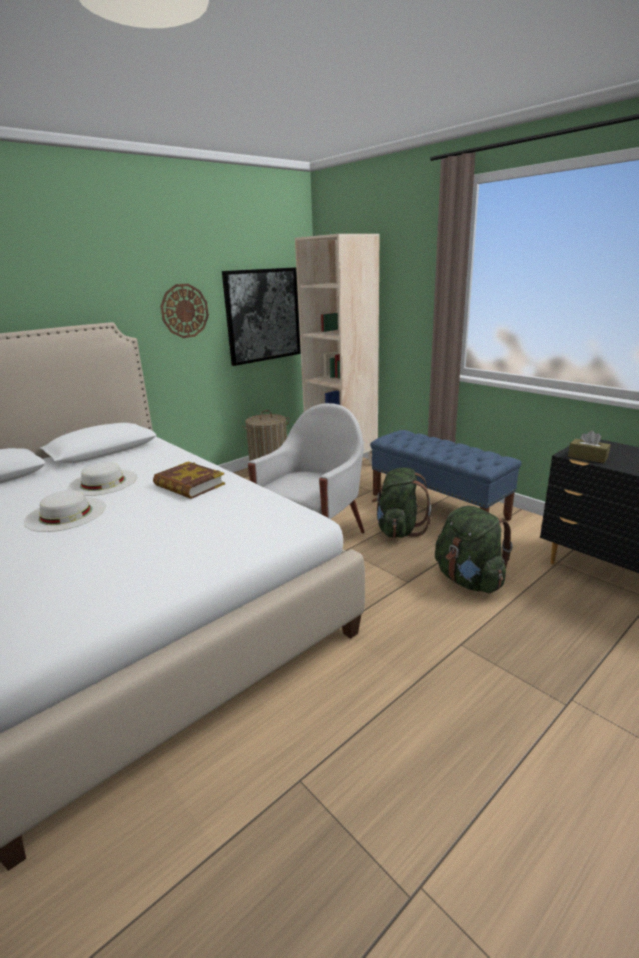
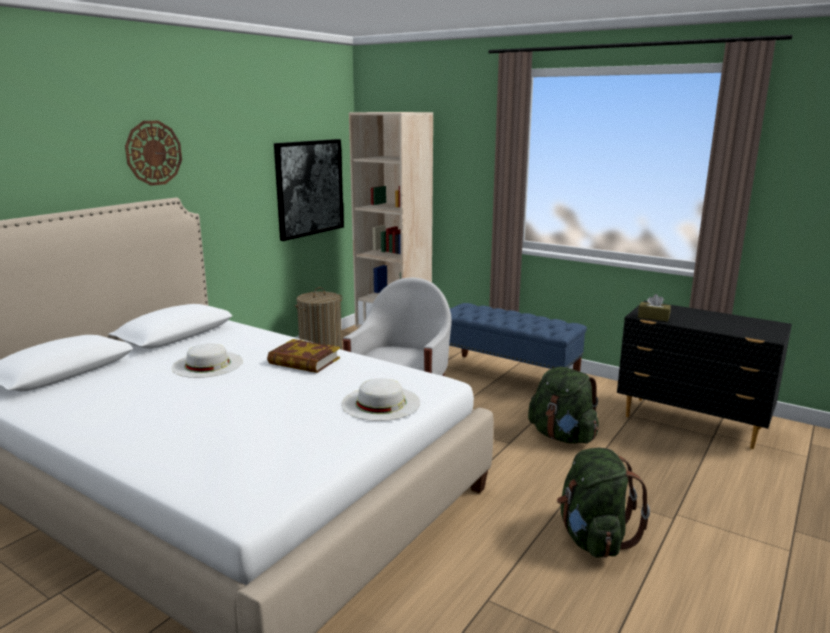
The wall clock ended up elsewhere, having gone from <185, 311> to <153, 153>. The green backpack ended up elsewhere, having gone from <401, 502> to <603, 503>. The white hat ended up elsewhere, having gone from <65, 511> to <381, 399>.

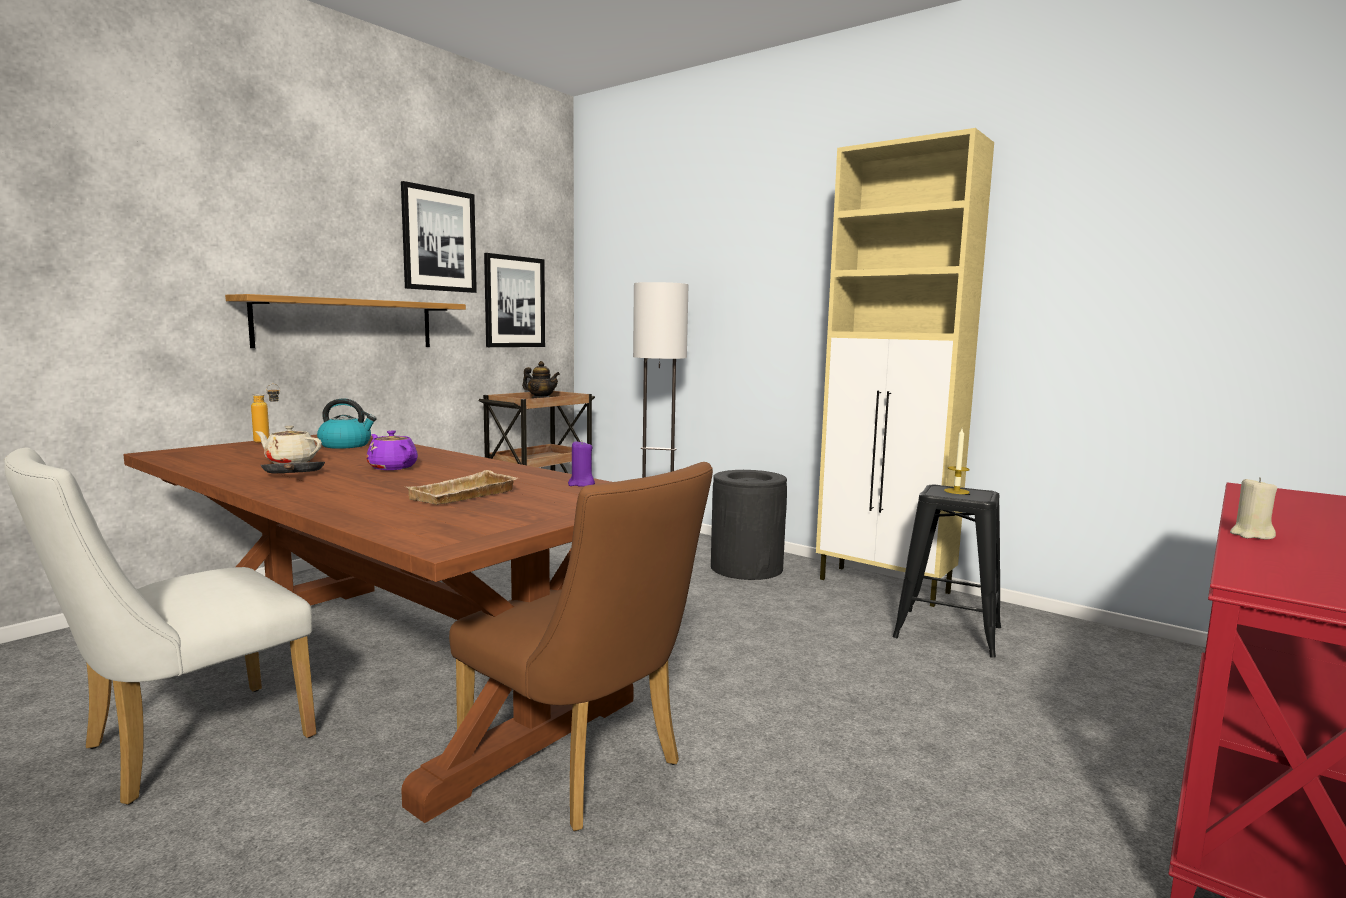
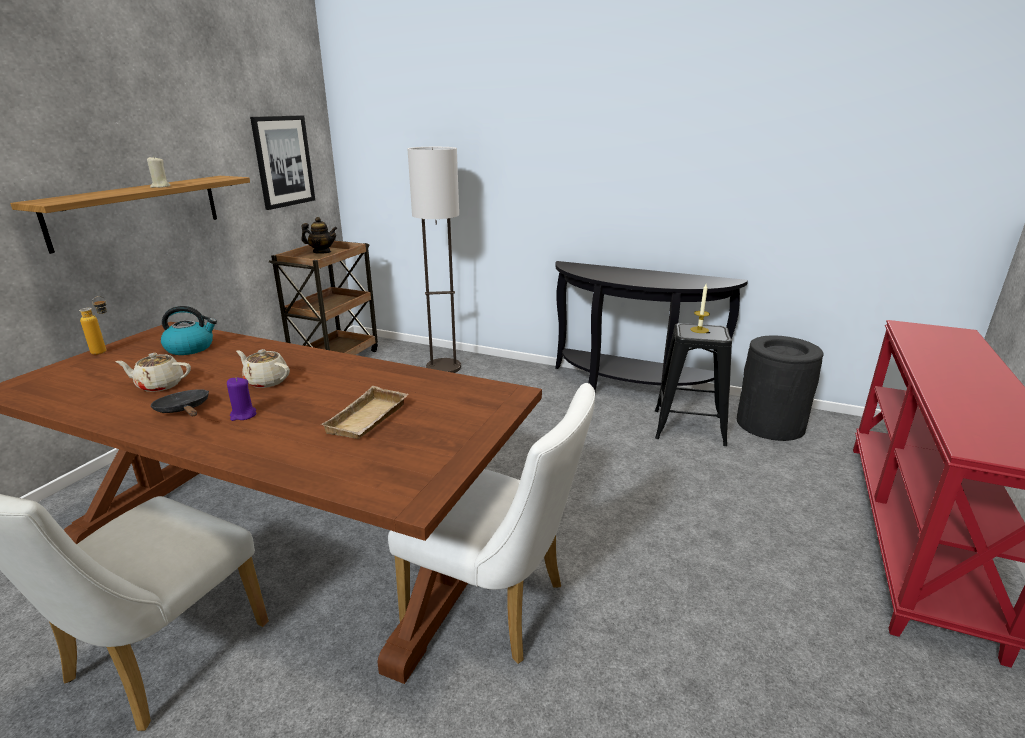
Where the beige cabinet stood at <905, 367>, the black console table came to stand at <651, 334>. The second view lost the picture at <439, 237>. What was the purple teapot at <392, 450> turned into the beige teapot at <263, 368>. The purple candle ended up elsewhere, having gone from <581, 463> to <241, 399>. What was the brown chair at <581, 646> turned into the white chair at <491, 523>. The black trash can ended up elsewhere, having gone from <749, 525> to <780, 388>. The beige candle ended up elsewhere, having gone from <1253, 508> to <158, 172>.

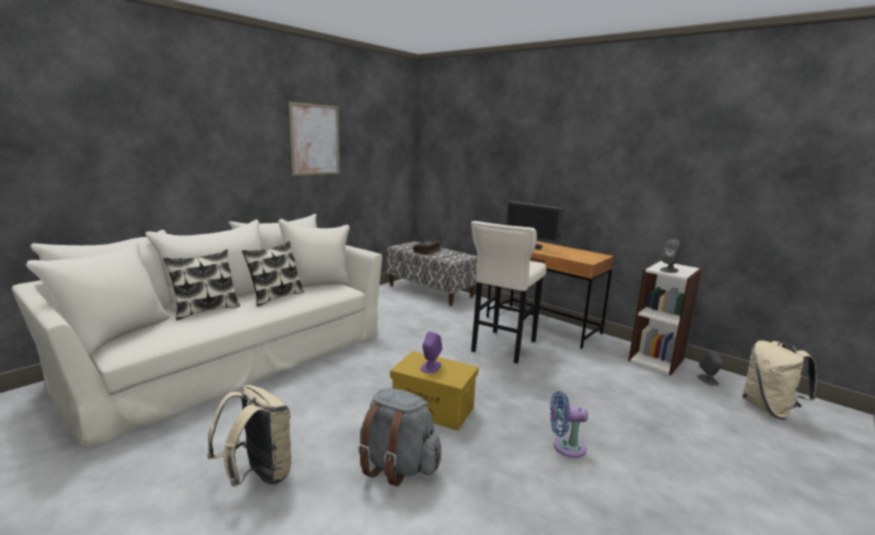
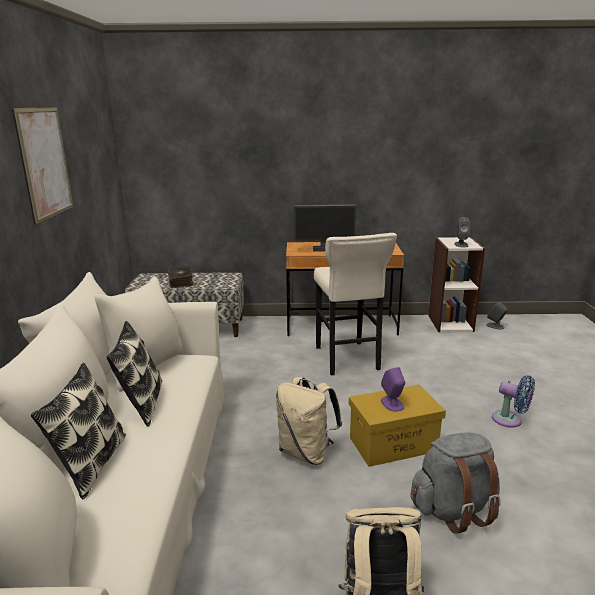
The beige backpack ended up elsewhere, having gone from <779, 380> to <309, 421>. The blue fan at <569, 424> ended up facing another way, 105 degrees counterclockwise from before.

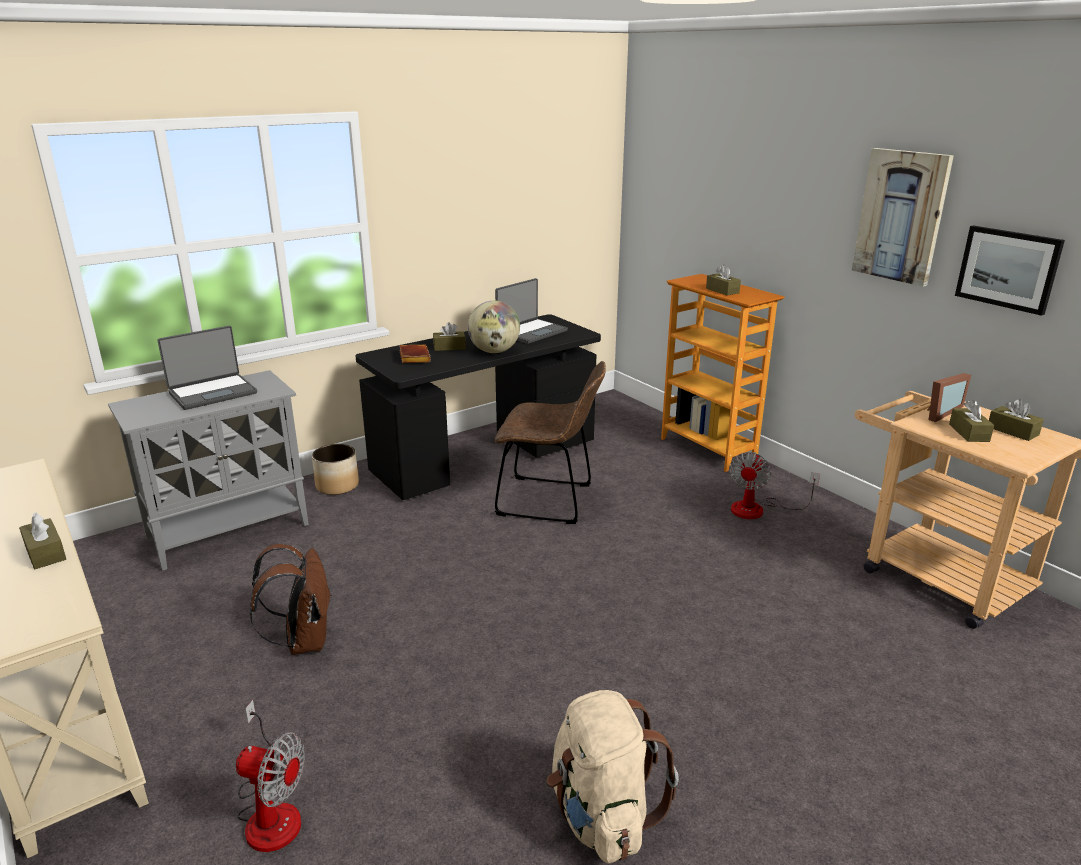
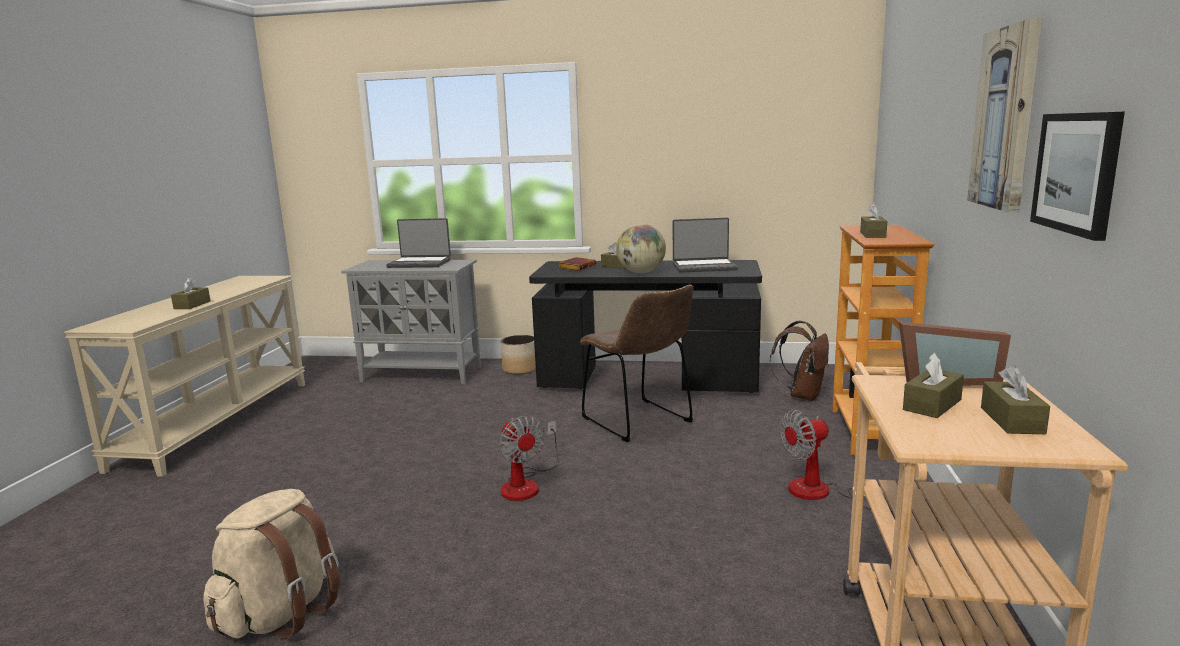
The brown backpack ended up elsewhere, having gone from <290, 599> to <799, 361>. The fan ended up elsewhere, having gone from <270, 776> to <529, 458>.

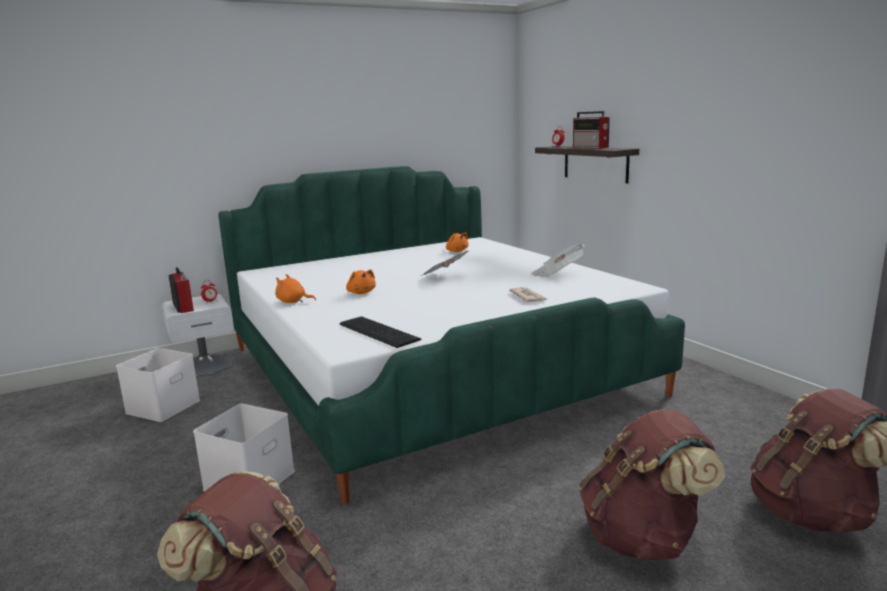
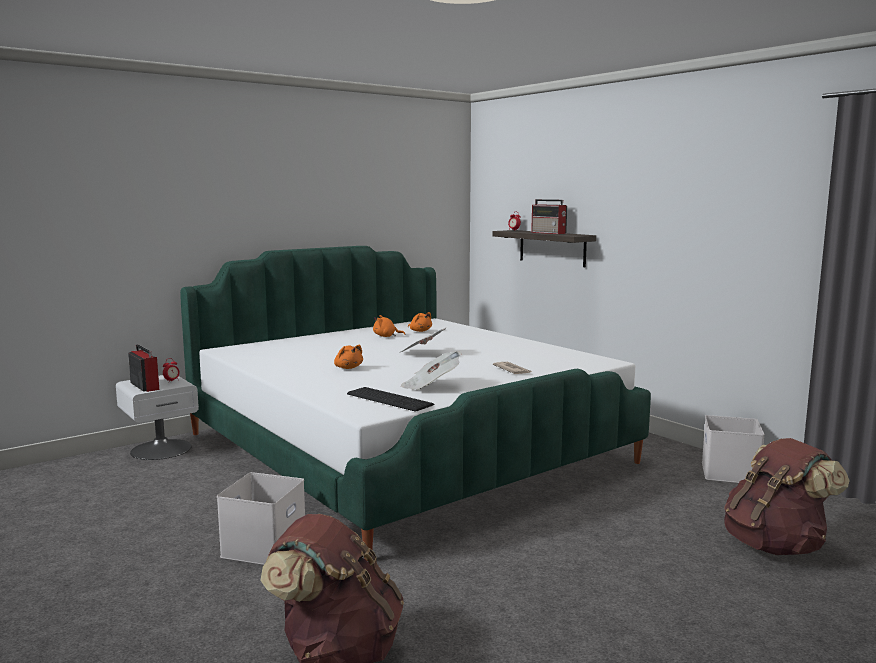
The newspaper ended up elsewhere, having gone from <558, 260> to <431, 370>. The orange plush toy ended up elsewhere, having gone from <295, 288> to <389, 326>. The white storage box ended up elsewhere, having gone from <158, 385> to <733, 449>. The second view lost the brown backpack at <652, 485>.

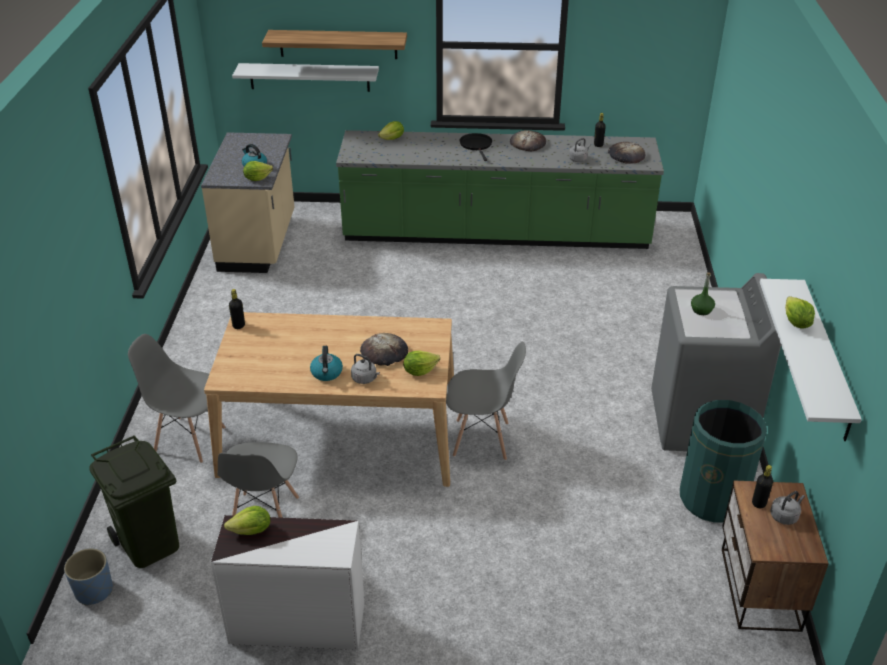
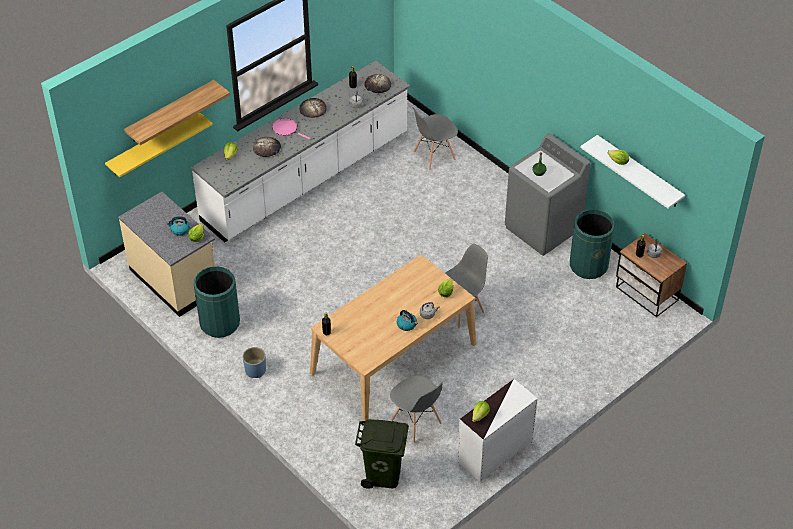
What was the white shelf at <305, 77> turned into the yellow shelf at <159, 144>. What was the green counter at <500, 189> turned into the white counter at <300, 151>. What was the black frying pan at <476, 147> turned into the pink frying pan at <291, 129>. The bread ended up elsewhere, having gone from <384, 349> to <267, 147>. The grey chair ended up elsewhere, having gone from <177, 398> to <435, 139>. The blue planter ended up elsewhere, having gone from <88, 577> to <254, 362>. The second view gained the green trash can at <217, 302>.

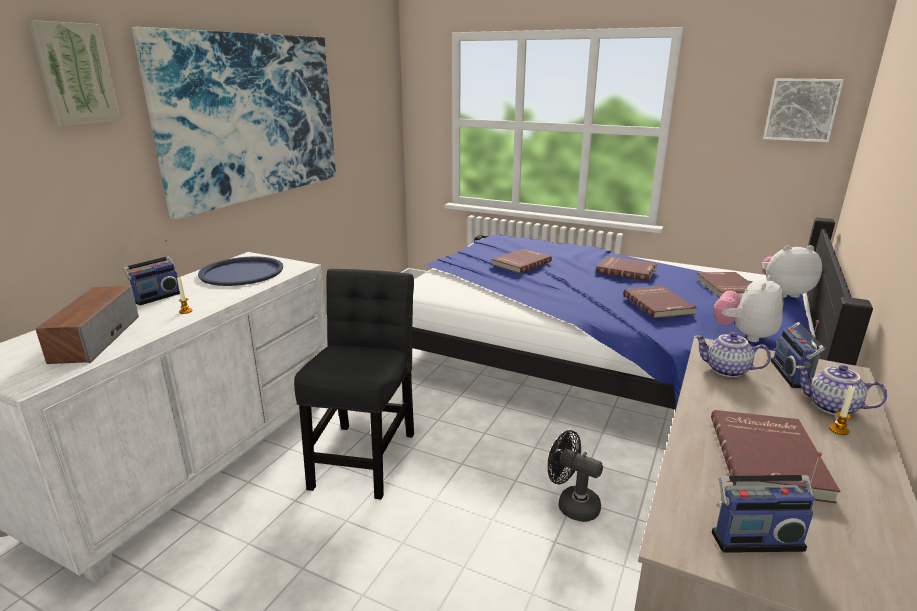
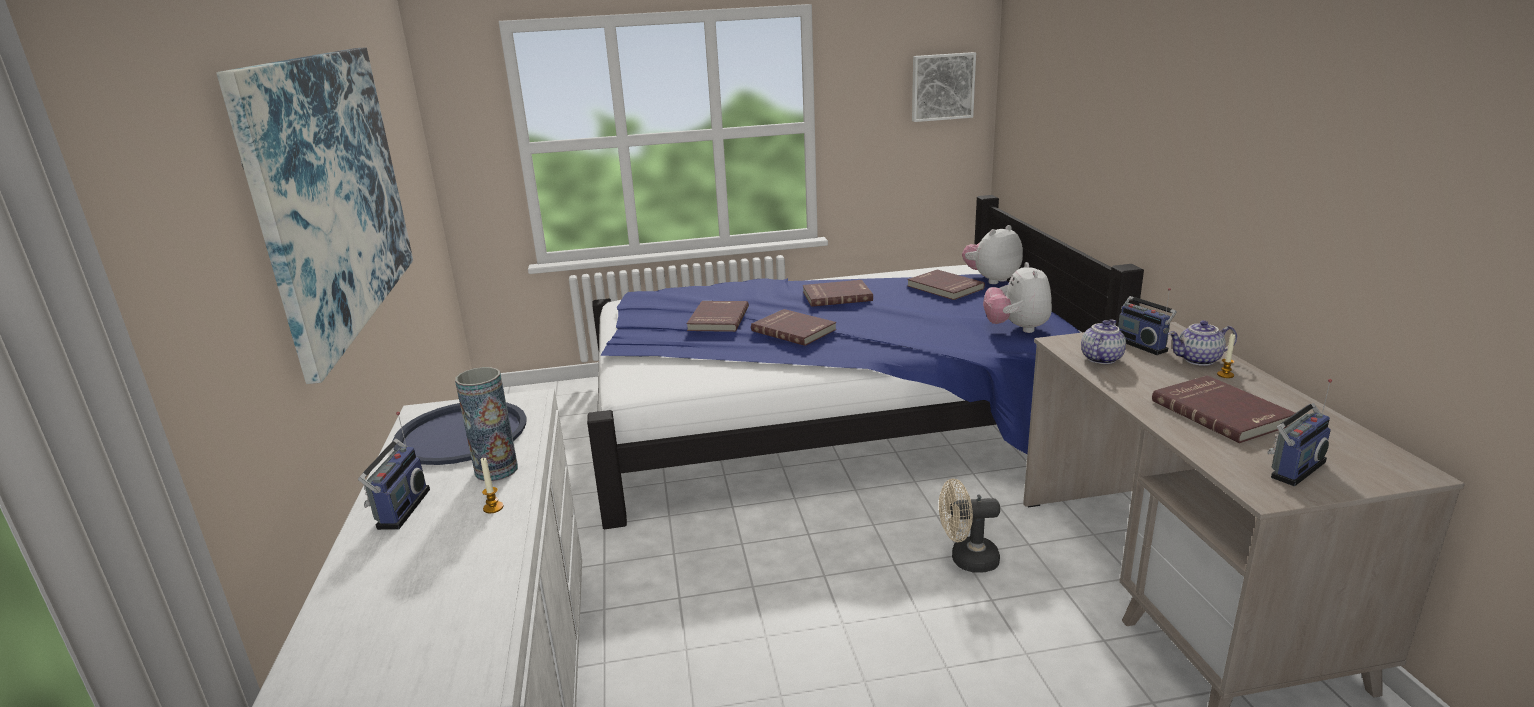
The second view lost the picture at <74, 73>. The second view lost the black chair at <354, 384>. The second view lost the speaker at <87, 324>. The red book ended up elsewhere, having gone from <660, 302> to <794, 327>. The teapot at <732, 354> ended up facing another way, 135 degrees clockwise from before. What was the black fan at <575, 476> turned into the beige fan at <969, 526>. The second view gained the vase at <486, 424>.

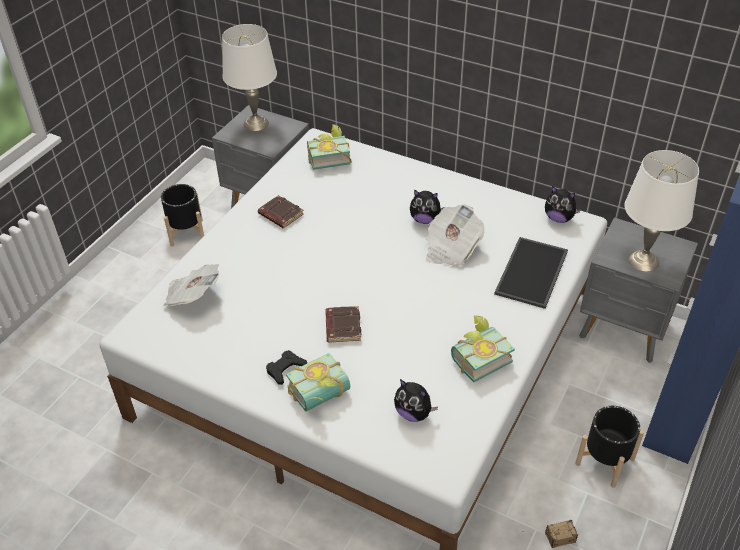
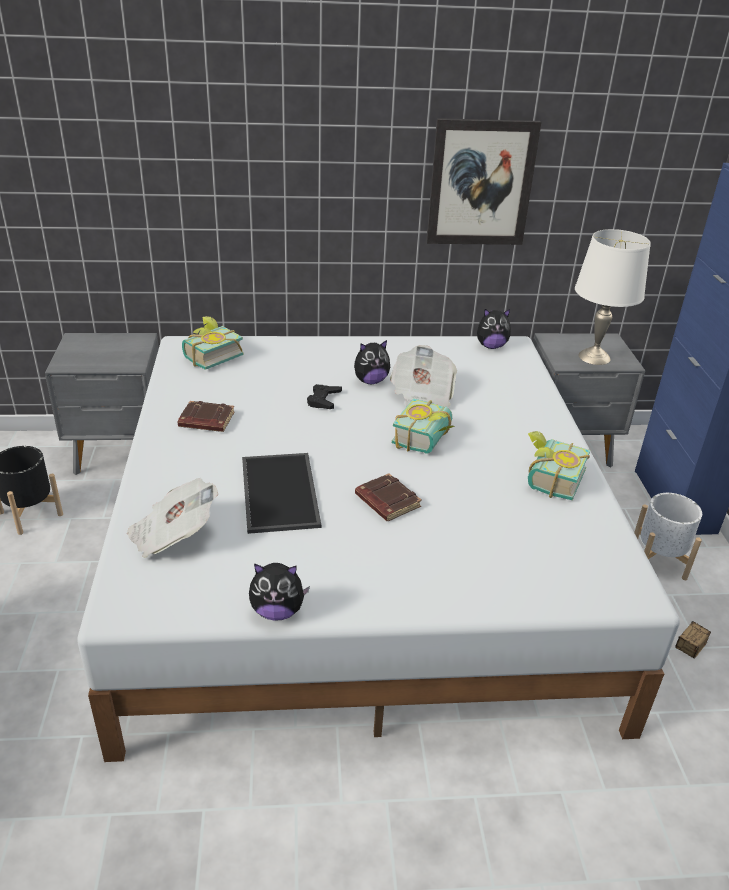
The second view lost the white table lamp at <249, 77>. The tray ended up elsewhere, having gone from <531, 273> to <281, 493>. The black game controller ended up elsewhere, having gone from <286, 367> to <324, 396>. The book ended up elsewhere, having gone from <318, 382> to <423, 426>. The plush toy ended up elsewhere, having gone from <416, 400> to <279, 592>. What was the black planter at <609, 447> turned into the white planter at <668, 536>. The second view gained the picture at <483, 181>.

